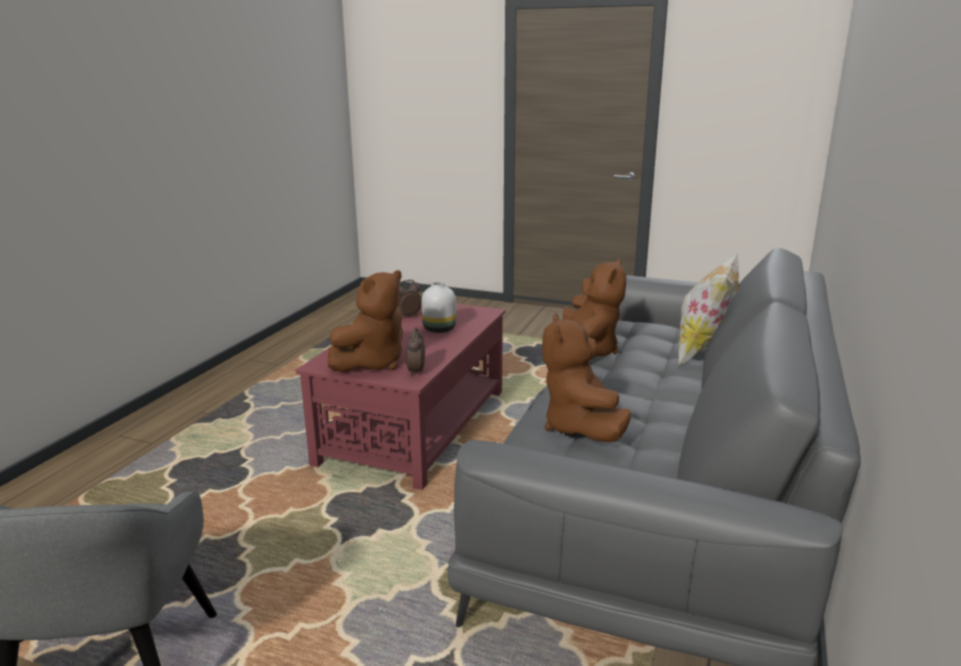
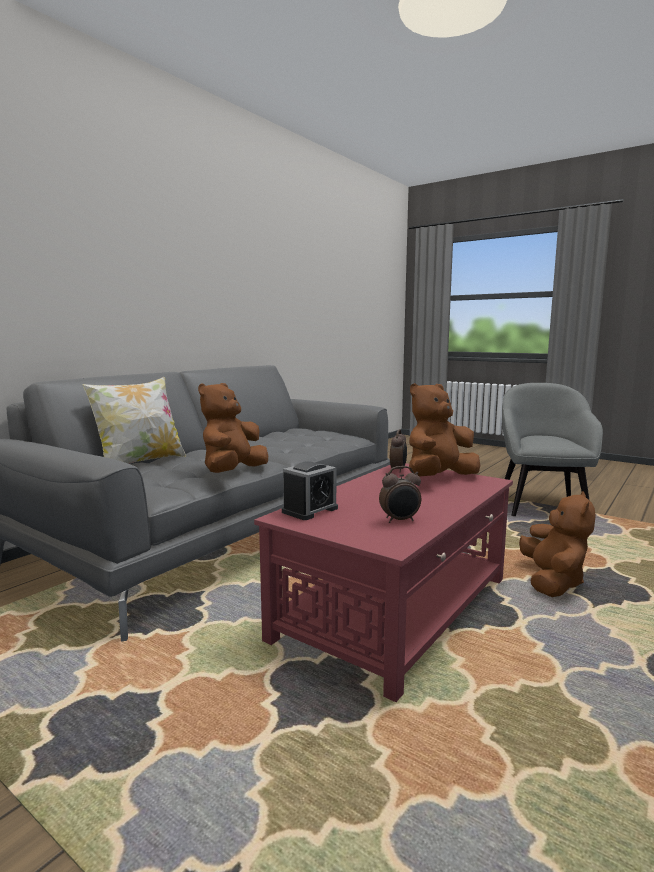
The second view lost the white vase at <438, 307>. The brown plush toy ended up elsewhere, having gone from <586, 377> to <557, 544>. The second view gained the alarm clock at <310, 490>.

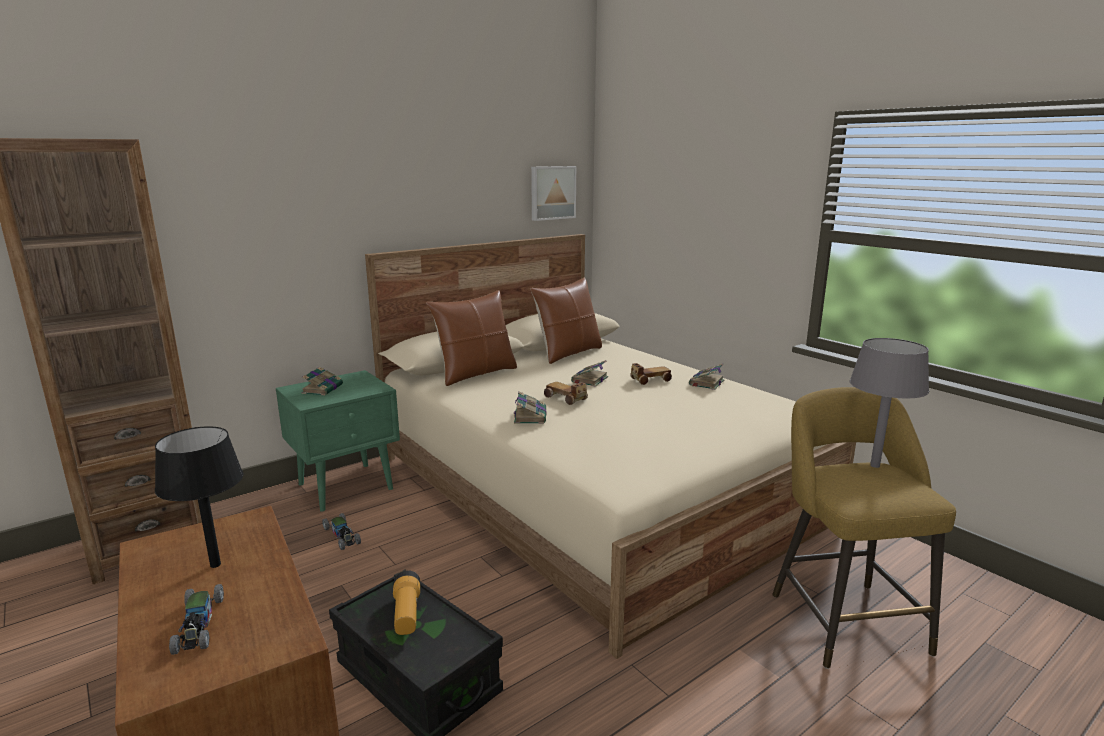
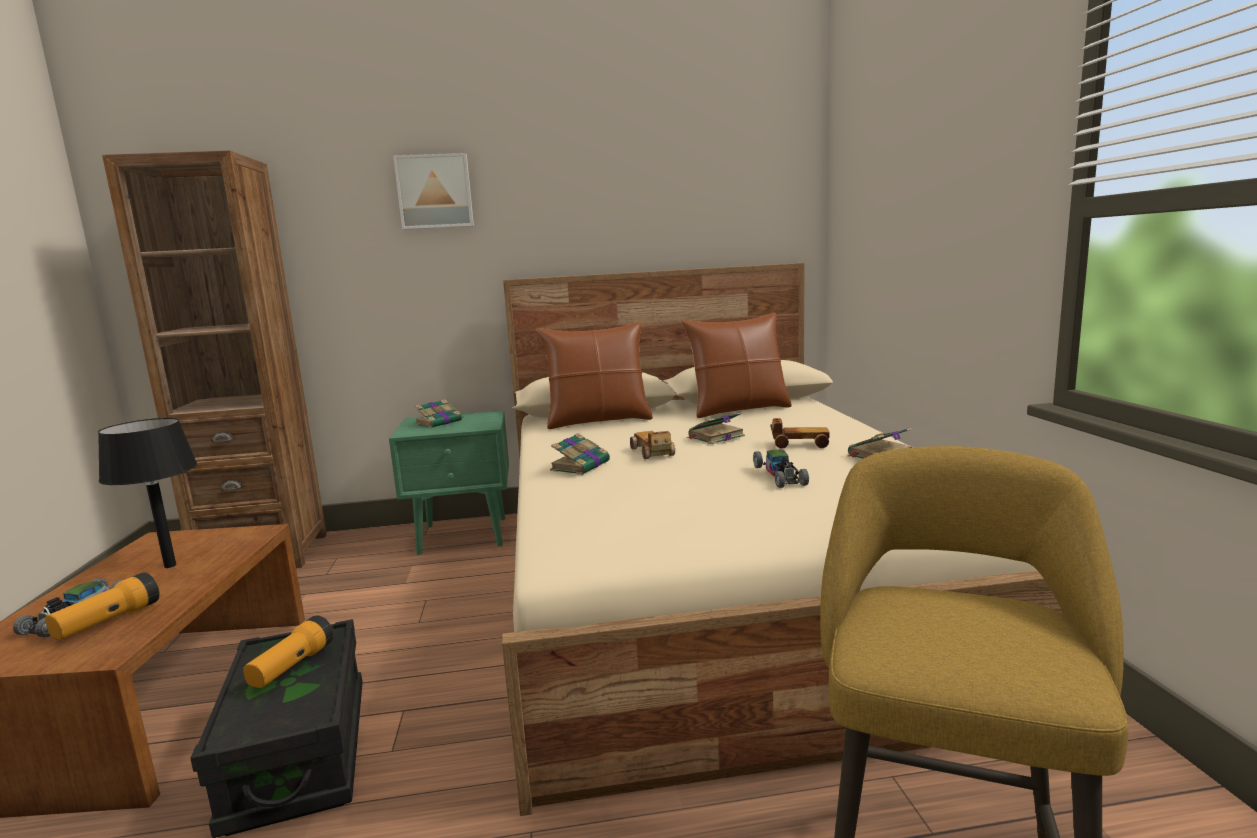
The picture ended up elsewhere, having gone from <553, 193> to <433, 191>. The second view lost the grey table lamp at <889, 403>. The toy car ended up elsewhere, having gone from <341, 531> to <781, 468>. The second view gained the flashlight at <102, 606>.

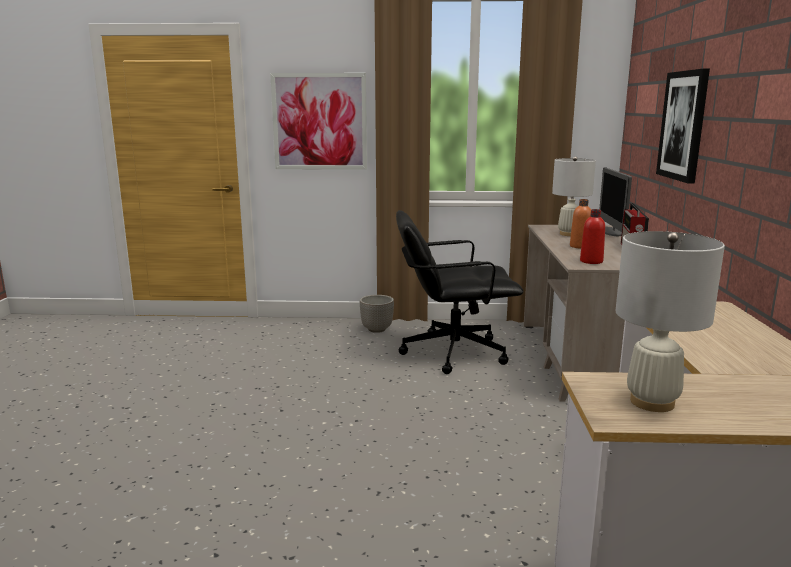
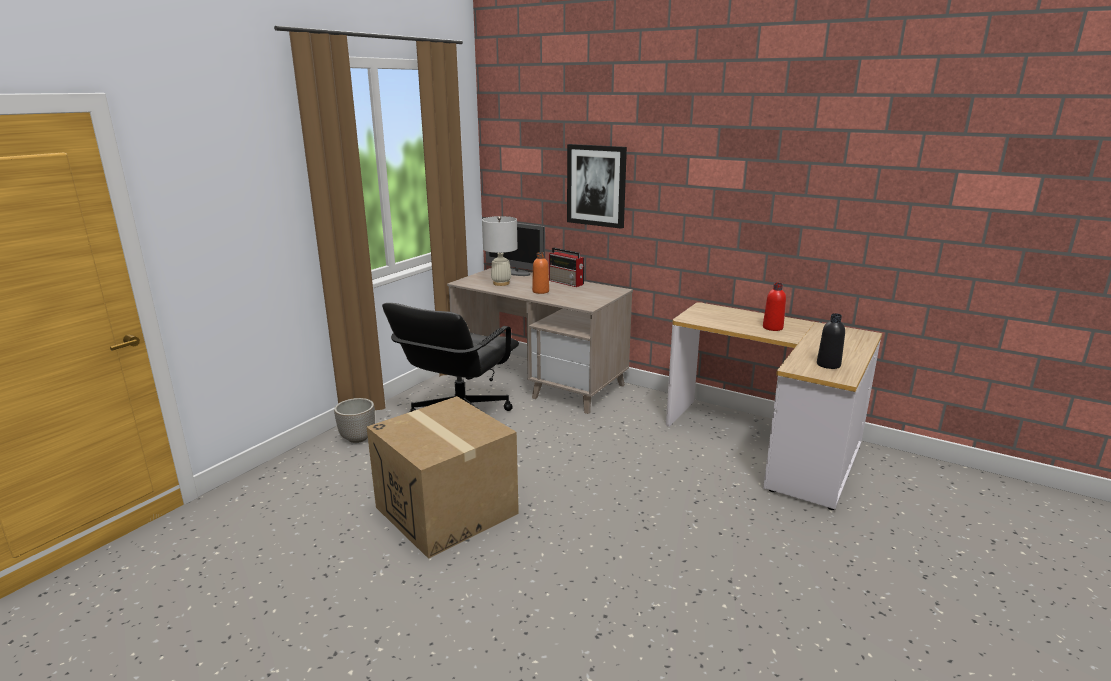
The second view lost the picture at <318, 121>. The red bottle ended up elsewhere, having gone from <592, 236> to <774, 307>. Where the white table lamp stood at <670, 321>, the black bottle came to stand at <831, 341>. The second view gained the cardboard box at <443, 477>.

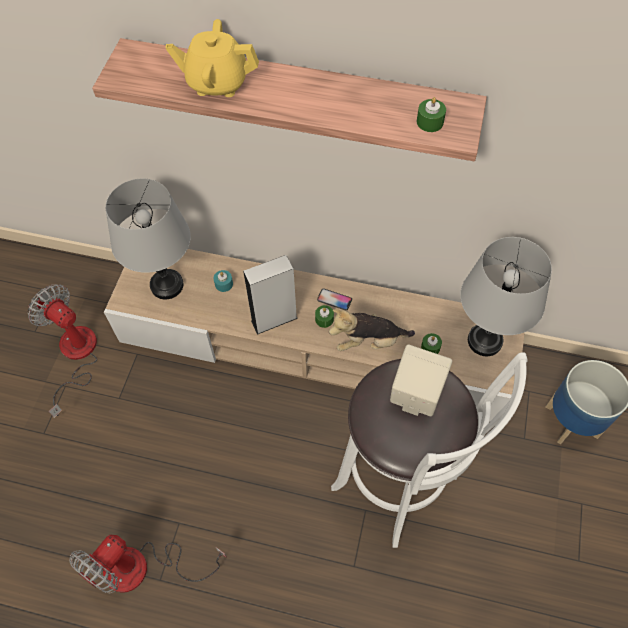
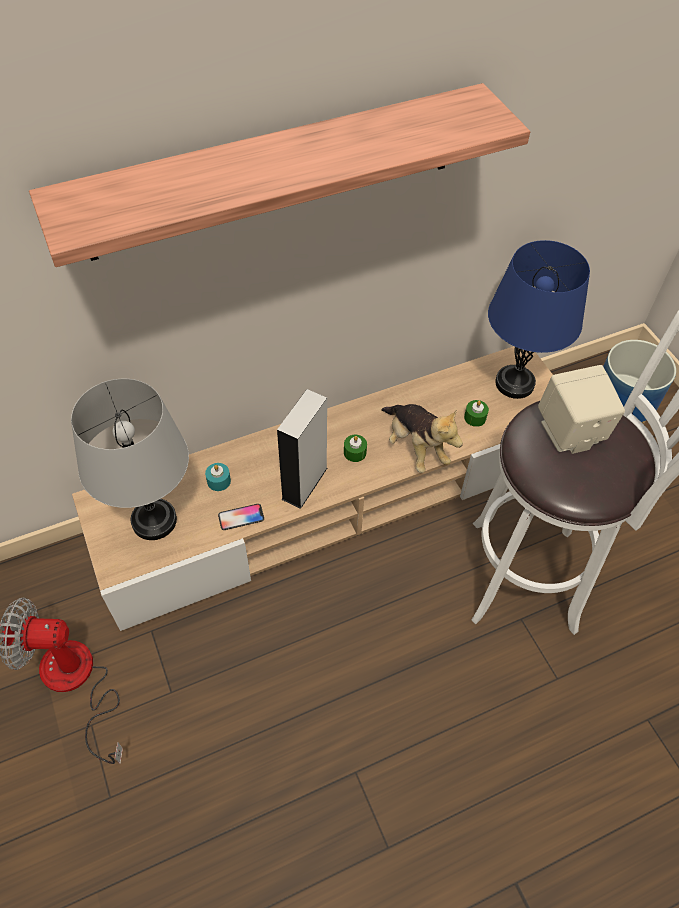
The second view lost the yellow teapot at <212, 58>. The second view lost the green candle at <431, 114>. What was the grey table lamp at <506, 296> turned into the blue table lamp at <539, 319>. The phone ended up elsewhere, having gone from <334, 299> to <241, 517>. The plush toy at <372, 330> ended up facing another way, 75 degrees counterclockwise from before. The second view lost the fan at <148, 564>.

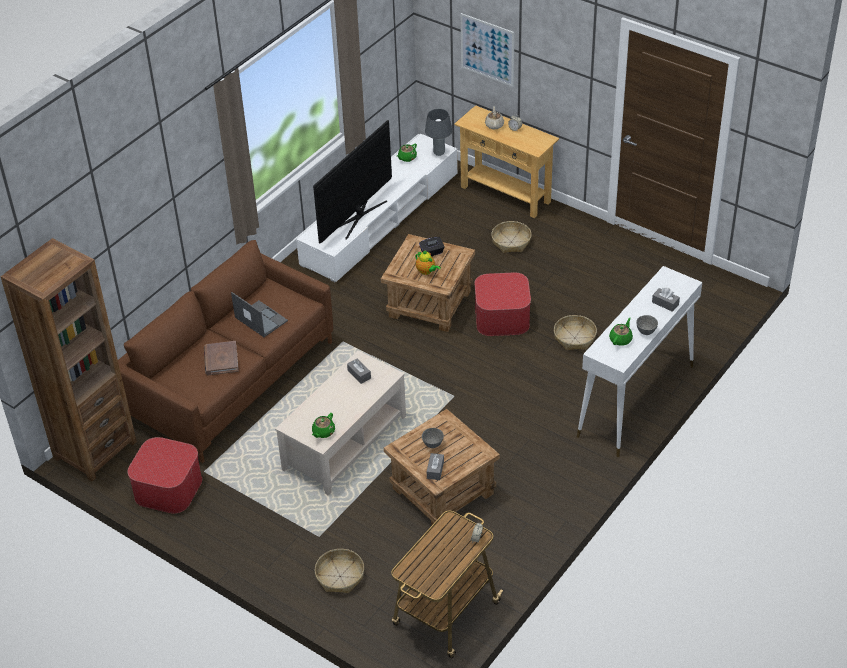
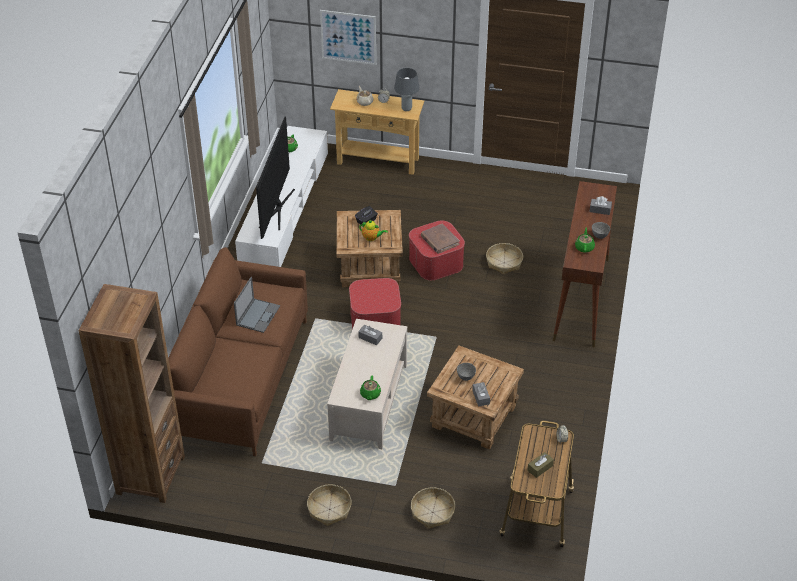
The grey table lamp ended up elsewhere, having gone from <438, 132> to <407, 89>. The basket ended up elsewhere, having gone from <511, 237> to <329, 505>. What was the white console table at <639, 361> turned into the brown console table at <585, 264>. The laptop at <259, 314> ended up facing another way, 90 degrees clockwise from before. The brown book ended up elsewhere, having gone from <221, 358> to <440, 238>. The ottoman ended up elsewhere, having gone from <164, 475> to <375, 303>. The second view gained the brown tissue box at <540, 465>.

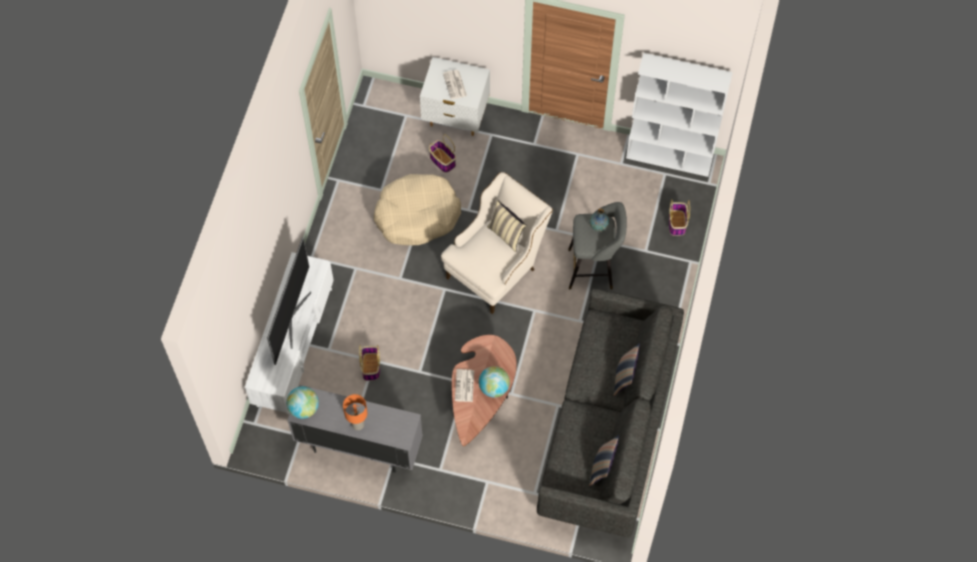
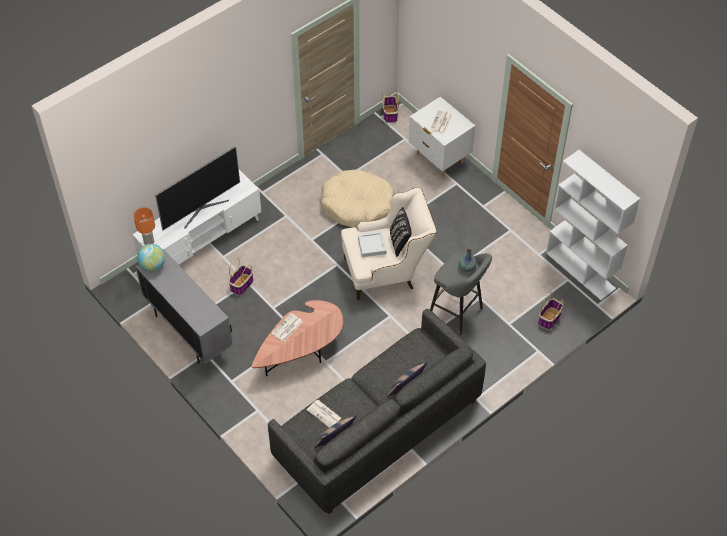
The basket ended up elsewhere, having gone from <442, 153> to <390, 106>. What was the beige pillow at <506, 226> turned into the black pillow at <400, 232>. The second view lost the globe at <494, 382>. The orange table lamp ended up elsewhere, having gone from <355, 412> to <144, 226>. The second view gained the grey tray at <372, 244>. The second view gained the newspaper at <324, 413>.

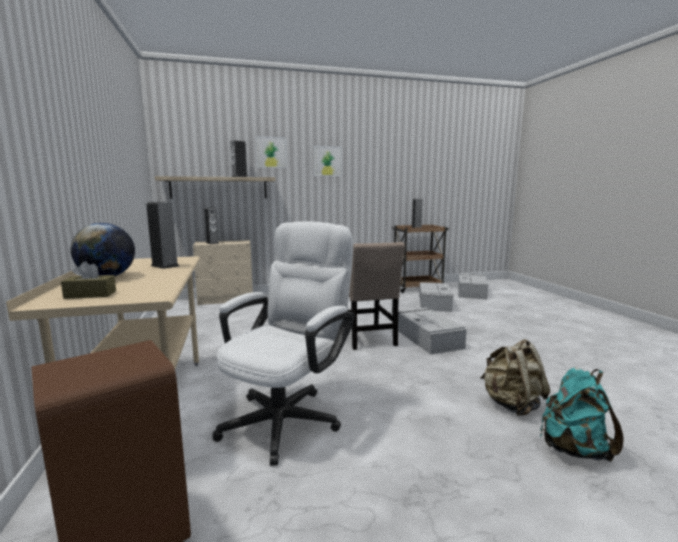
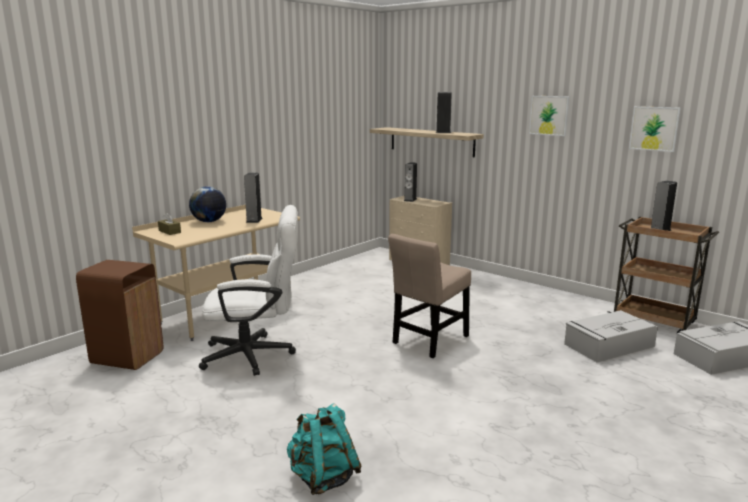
The picture ended up elsewhere, having gone from <271, 152> to <655, 129>. The second view lost the grey storage box at <432, 331>. The second view lost the beige backpack at <515, 377>.

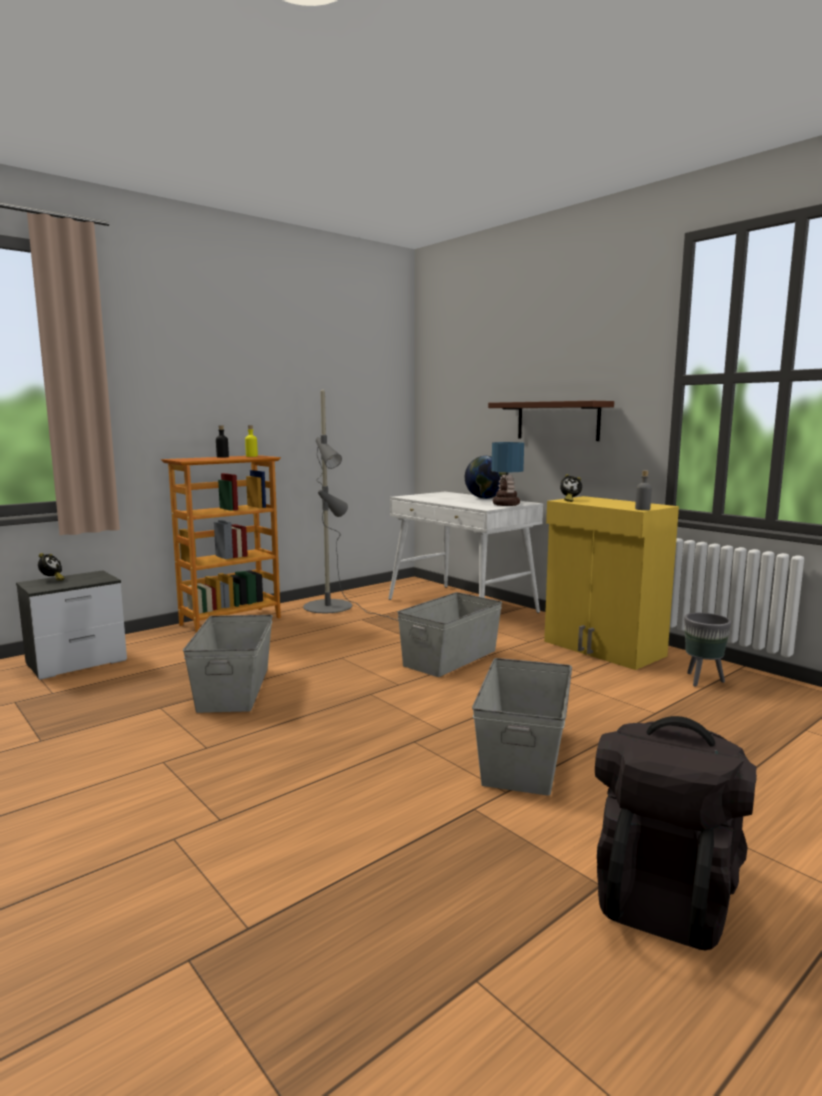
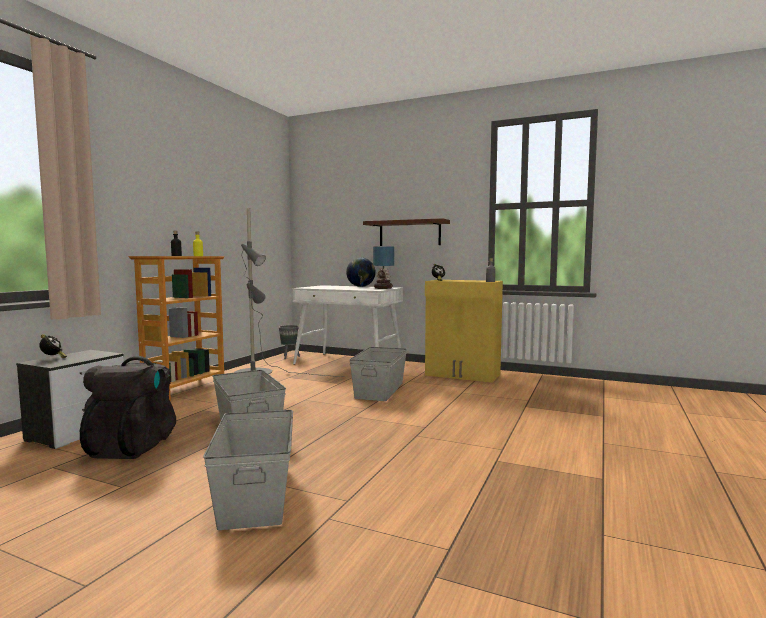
The grey planter ended up elsewhere, having gone from <707, 650> to <289, 342>. The grey storage box ended up elsewhere, having gone from <522, 727> to <248, 470>. The black backpack ended up elsewhere, having gone from <676, 833> to <128, 407>.

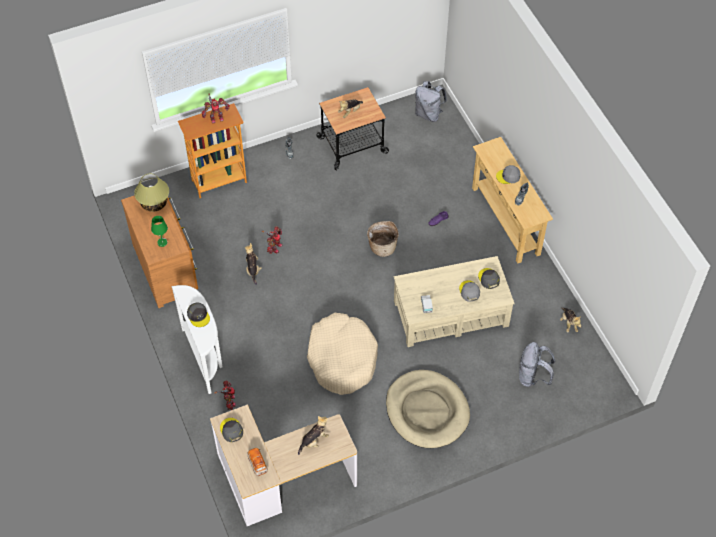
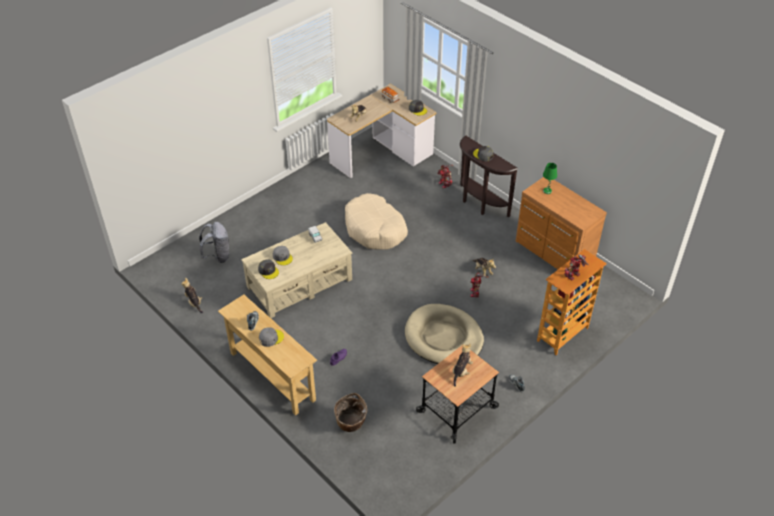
The second view lost the grey backpack at <431, 101>. The second view lost the table lamp at <151, 193>. The basket ended up elsewhere, having gone from <383, 239> to <350, 412>. What was the white console table at <197, 339> turned into the brown console table at <489, 176>. The beige dog bed ended up elsewhere, having gone from <428, 409> to <444, 334>.

